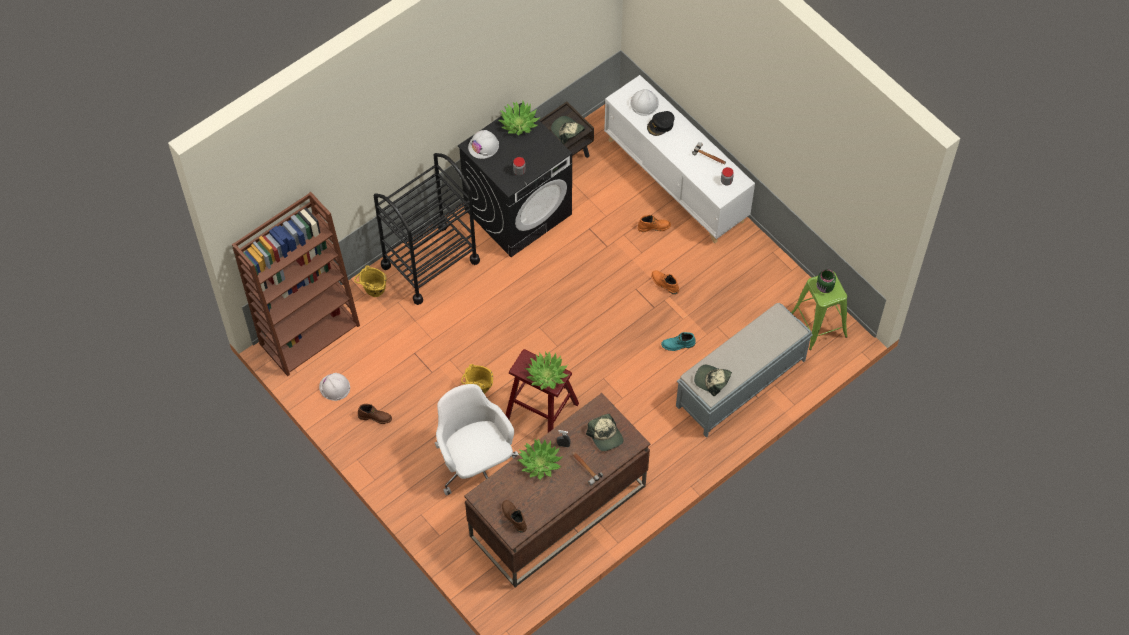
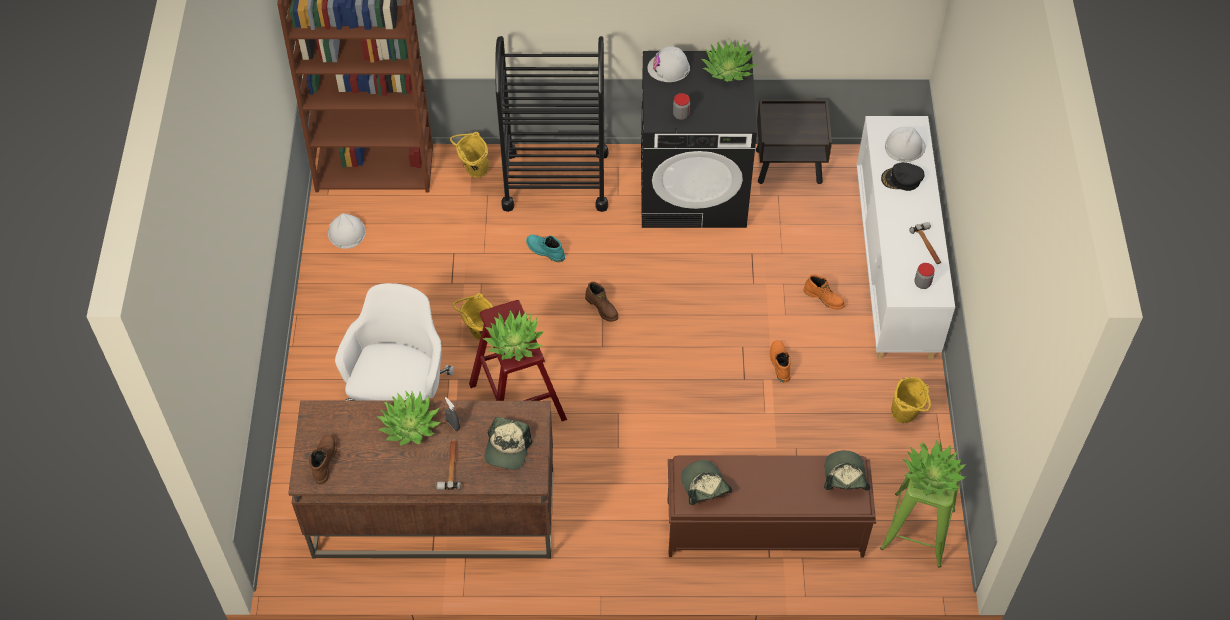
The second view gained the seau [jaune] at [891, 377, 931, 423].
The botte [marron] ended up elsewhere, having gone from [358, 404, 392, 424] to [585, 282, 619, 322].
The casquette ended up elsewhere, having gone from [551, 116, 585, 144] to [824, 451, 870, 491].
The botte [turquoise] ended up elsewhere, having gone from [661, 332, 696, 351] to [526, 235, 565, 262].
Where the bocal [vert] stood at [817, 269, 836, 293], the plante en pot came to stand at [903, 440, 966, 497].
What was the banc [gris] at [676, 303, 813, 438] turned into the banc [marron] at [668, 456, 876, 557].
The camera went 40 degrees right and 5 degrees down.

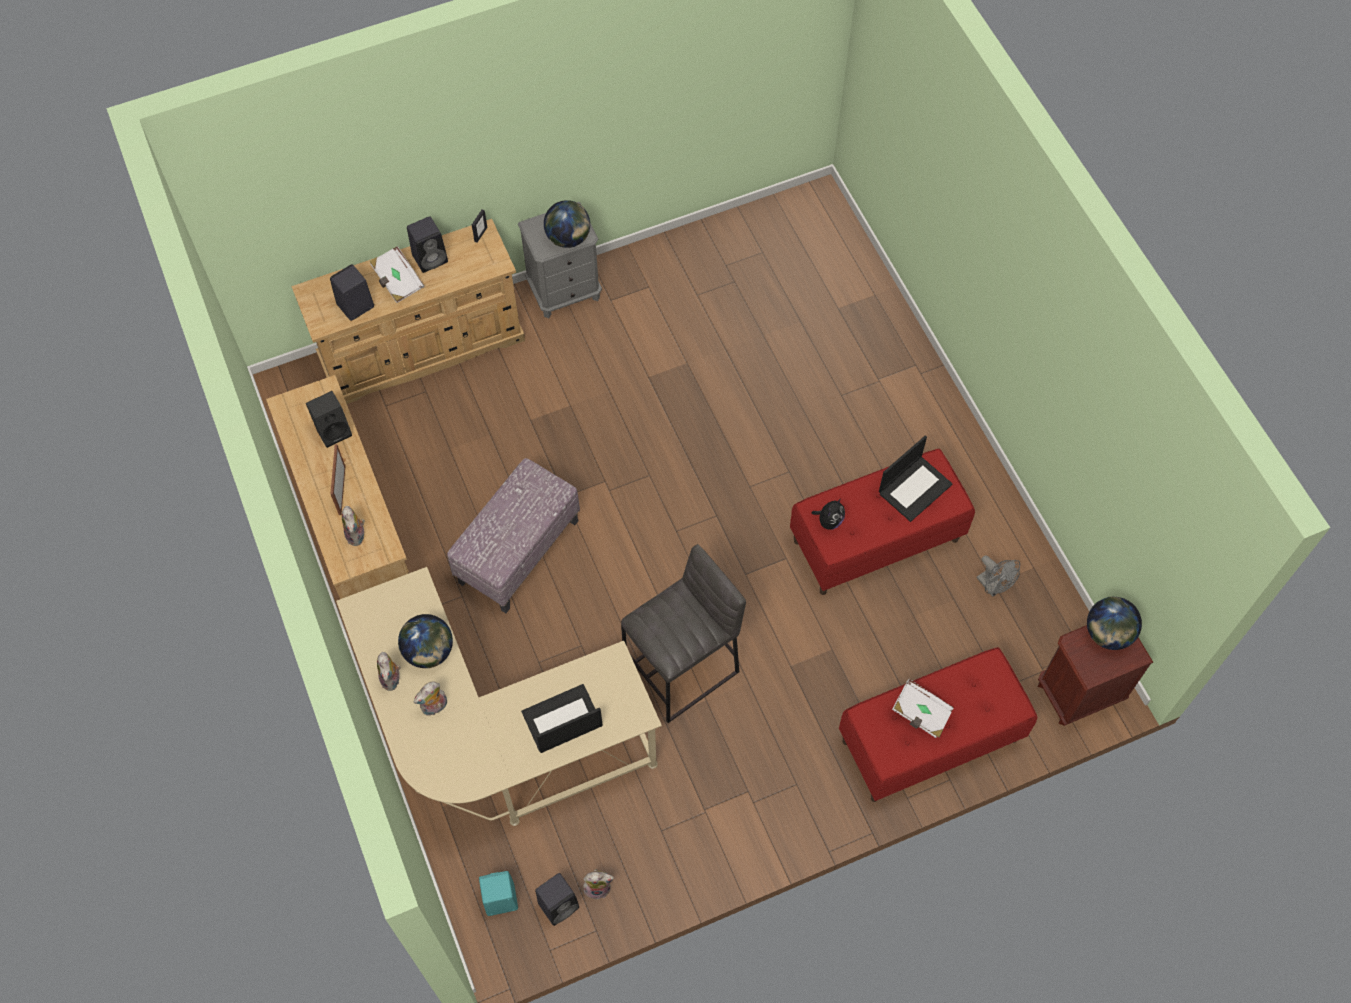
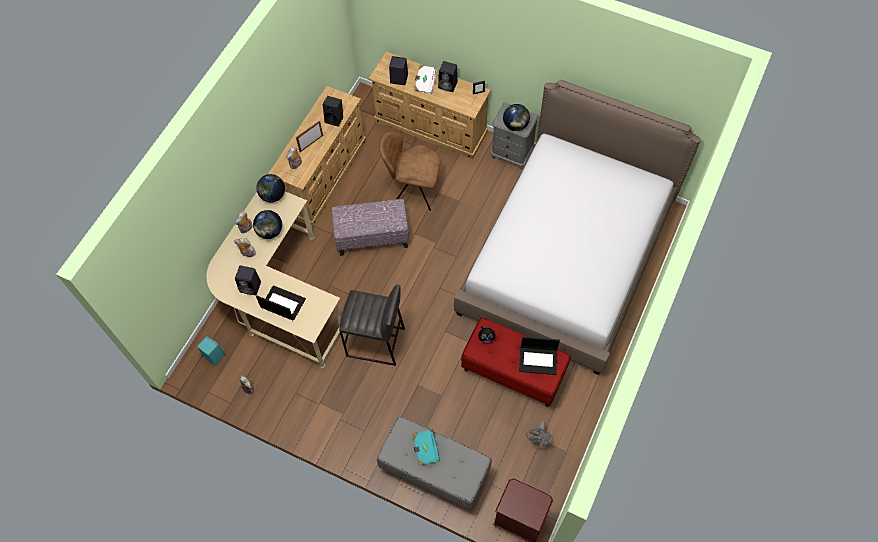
The second view gained the chaise [marron] at [379, 132, 440, 211].
The second view gained the lit at [454, 80, 701, 375].
The enceinte [noir] ended up elsewhere, having gone from [535, 873, 579, 926] to [235, 266, 261, 295].
The globe ended up elsewhere, having gone from [1087, 597, 1142, 650] to [256, 174, 285, 203].
What was the banc [rouge] at [839, 647, 1037, 802] turned into the banc [gris] at [377, 416, 492, 511].
What was the livre [blanc] at [892, 679, 954, 738] turned into the livre [turquoise] at [413, 429, 440, 466].
The camera went 50 degrees right and 0 degrees up.

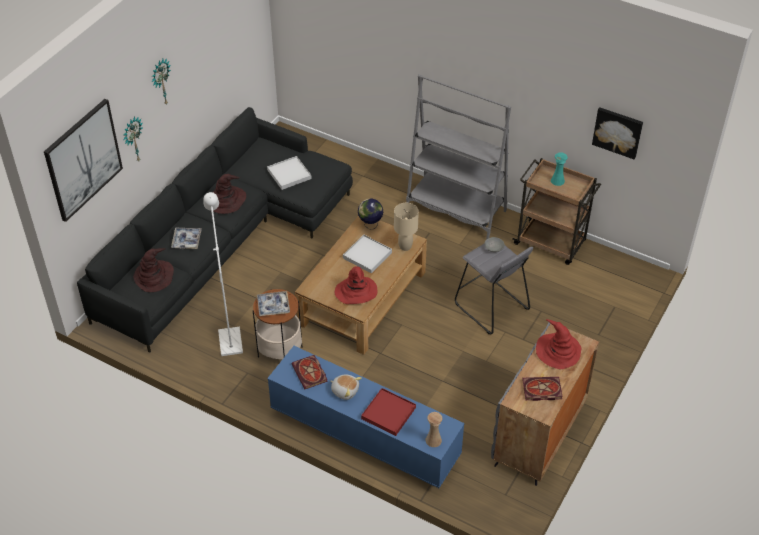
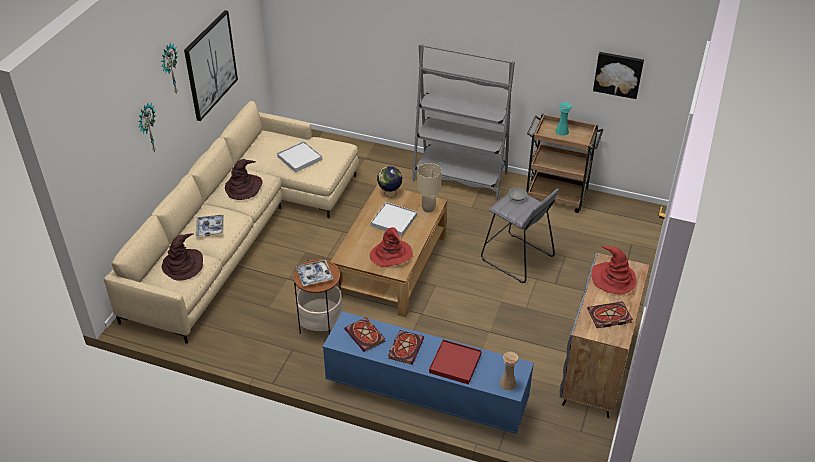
The second view lost the lampadaire [blanc] at [203, 192, 243, 356].
The tableau ended up elsewhere, having gone from [44, 99, 123, 222] to [184, 10, 238, 121].
Where the peluche stood at [330, 374, 362, 400], the livre came to stand at [388, 330, 424, 364].
What was the canapé [noir] at [77, 107, 353, 353] turned into the canapé [beige] at [104, 101, 359, 344].
The camera went 10 degrees left and 5 degrees down.

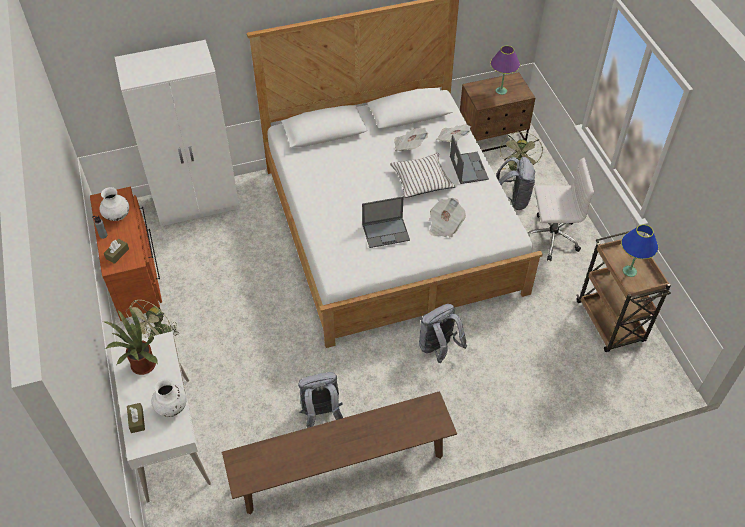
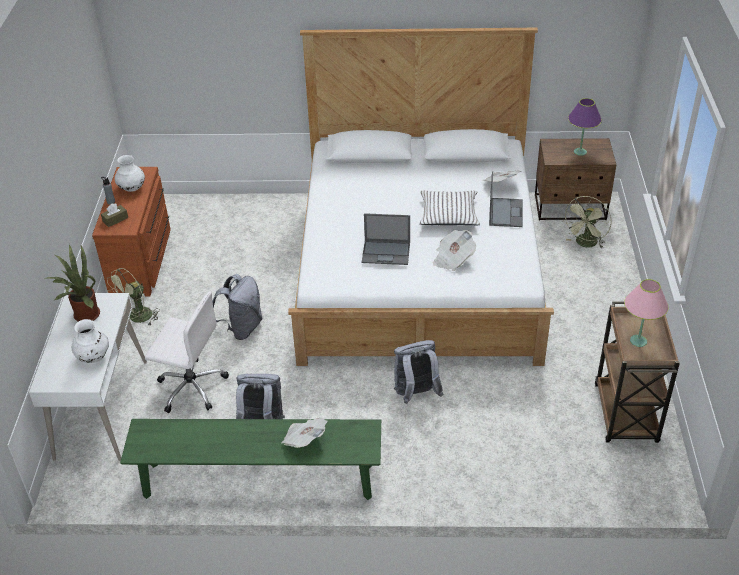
The second view lost the armoire [blanc] at [115, 40, 240, 227].
The second view lost the boîte à mouchoirs [marron] at [127, 403, 145, 433].
The journal ended up elsewhere, having gone from [394, 128, 428, 151] to [281, 418, 327, 448].
The sac à dos [gris] ended up elsewhere, having gone from [496, 157, 535, 210] to [212, 274, 263, 340].
The chaise de bureau [blanc] ended up elsewhere, having gone from [528, 157, 594, 261] to [145, 292, 229, 413].
What was the banc [marron] at [222, 391, 457, 514] turned into the banc [vert] at [120, 419, 381, 500].
What was the lampe de table [bleu] at [621, 224, 658, 277] turned into the lampe de table [rose] at [624, 279, 669, 347].
The camera went 20 degrees right and 10 degrees down.

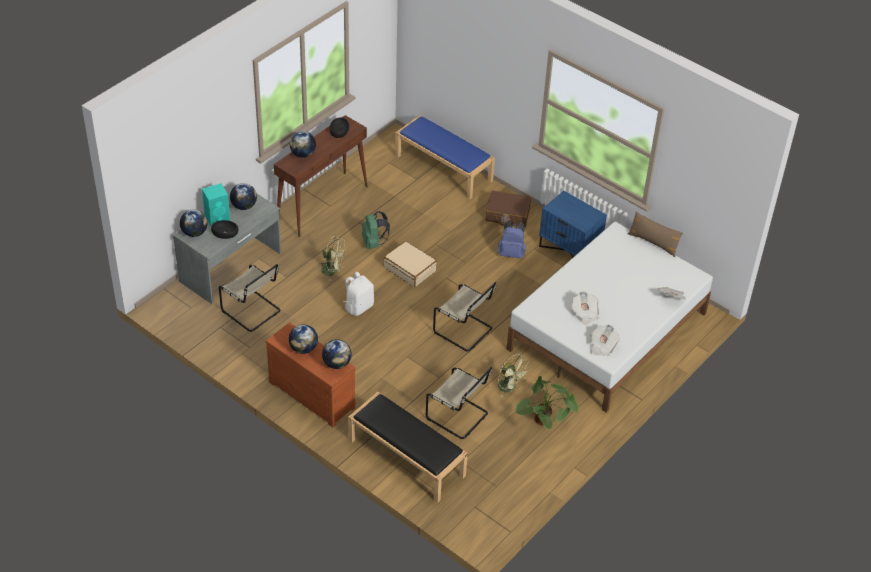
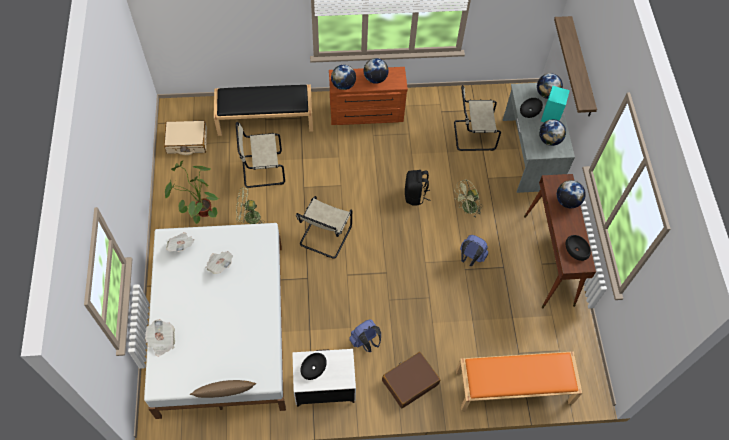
The second view gained the bol [noir] at [300, 353, 327, 380].
The second view gained the étagère at [554, 16, 597, 116].
The valise [beige] ended up elsewhere, having gone from [384, 241, 437, 287] to [164, 120, 207, 155].
What was the sac à dos [blanc] at [343, 272, 374, 316] turned into the sac à dos [noir] at [405, 170, 430, 206].
What was the sac à dos [vert] at [362, 211, 390, 249] turned into the sac à dos [bleu] at [460, 235, 488, 266].
What was the banc [bleu] at [395, 115, 495, 200] turned into the banc [orange] at [456, 351, 582, 411].
What was the table de chevet [bleu] at [539, 191, 607, 258] turned into the table de chevet [blanc] at [292, 349, 356, 407].
The chaise [beige] at [433, 282, 496, 351] ended up facing another way, 60 degrees counterclockwise from before.
The camera went 135 degrees right and 15 degrees up.

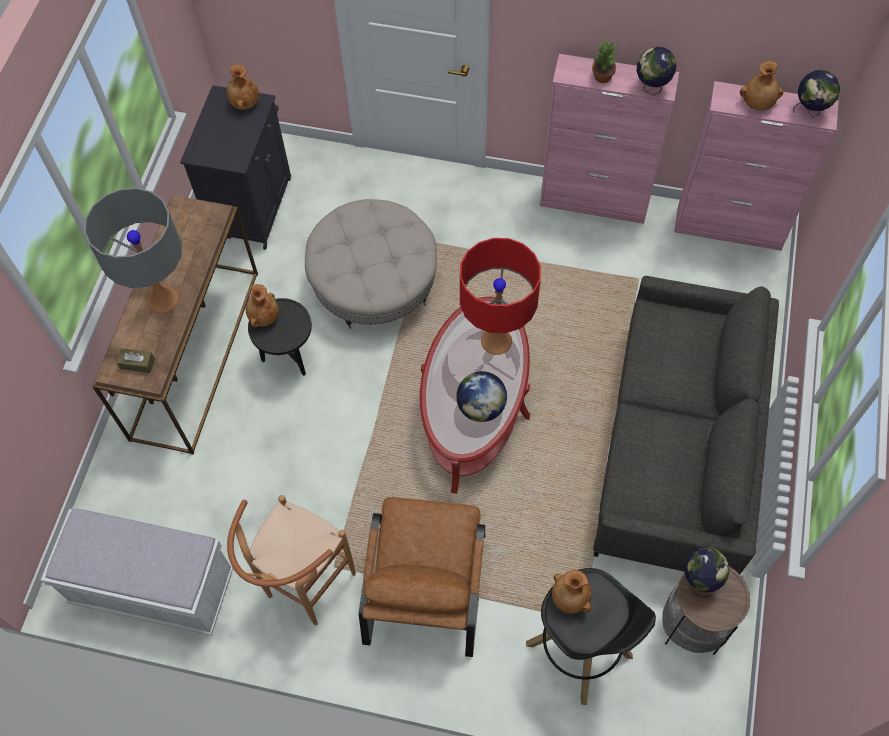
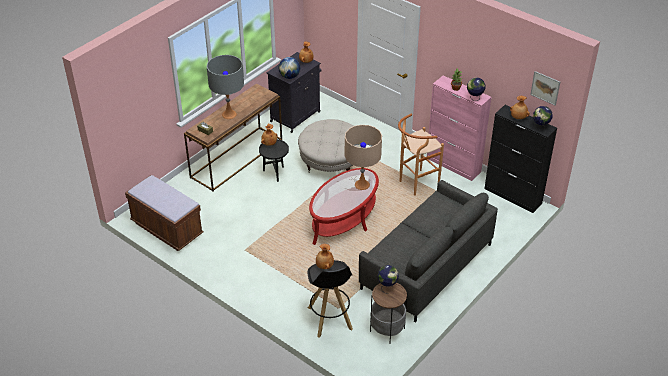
The second view lost the fauteuil [marron] at [359, 497, 485, 657].
The second view gained the tableau at [530, 71, 560, 106].
The tabouret [marron] ended up elsewhere, having gone from [227, 495, 356, 625] to [398, 114, 444, 196].
The globe ended up elsewhere, having gone from [456, 371, 507, 422] to [279, 57, 300, 79].
What was the banc [blanc] at [41, 508, 233, 636] turned into the banc [marron] at [125, 175, 204, 251].
What was the lampe de table [rouge] at [460, 238, 541, 355] turned into the lampe de table [beige] at [345, 125, 382, 190].
What was the meuble de rangement [rose] at [674, 81, 839, 251] turned into the meuble de rangement [noir] at [484, 105, 557, 213].
The camera went 25 degrees right and 20 degrees down.

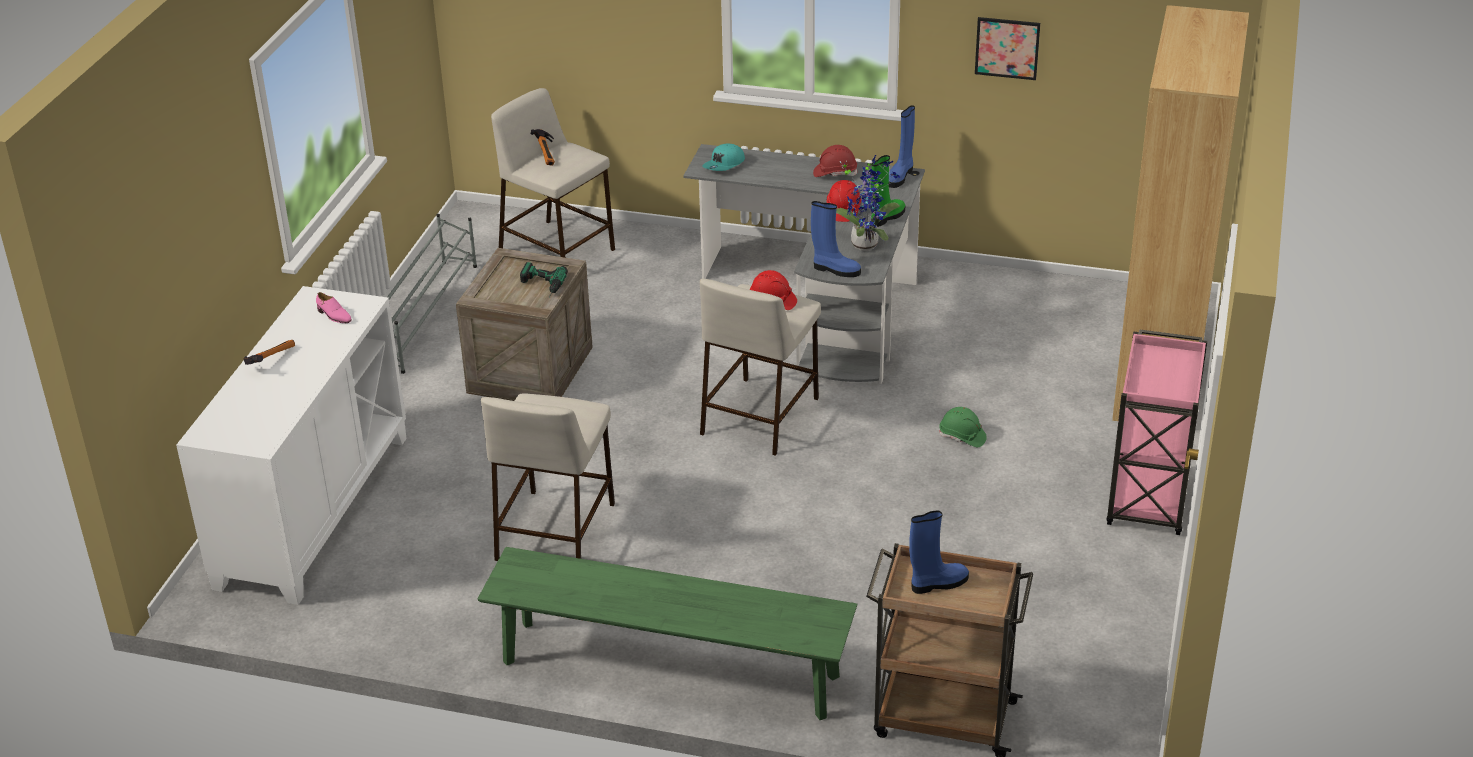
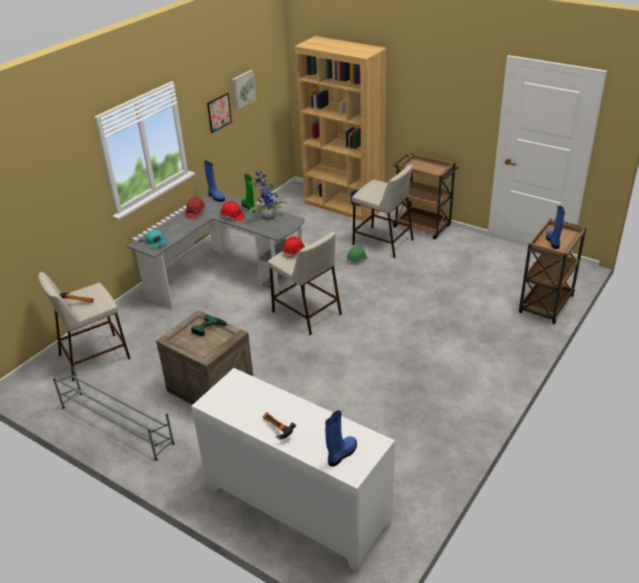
The second view lost the chaussure [rose] at [316, 292, 351, 323].
The second view lost the banc [vert] at [477, 547, 857, 720].
The second view gained the tableau at [231, 70, 256, 110].
The tabouret [beige] ended up elsewhere, having gone from [481, 393, 615, 561] to [352, 164, 414, 258].
The botte [bleu] ended up elsewhere, having gone from [811, 201, 861, 277] to [325, 410, 357, 467].
What was the chariot [rose] at [1106, 329, 1207, 535] turned into the chariot [marron] at [392, 153, 459, 240].
The camera went 70 degrees left and 0 degrees up.

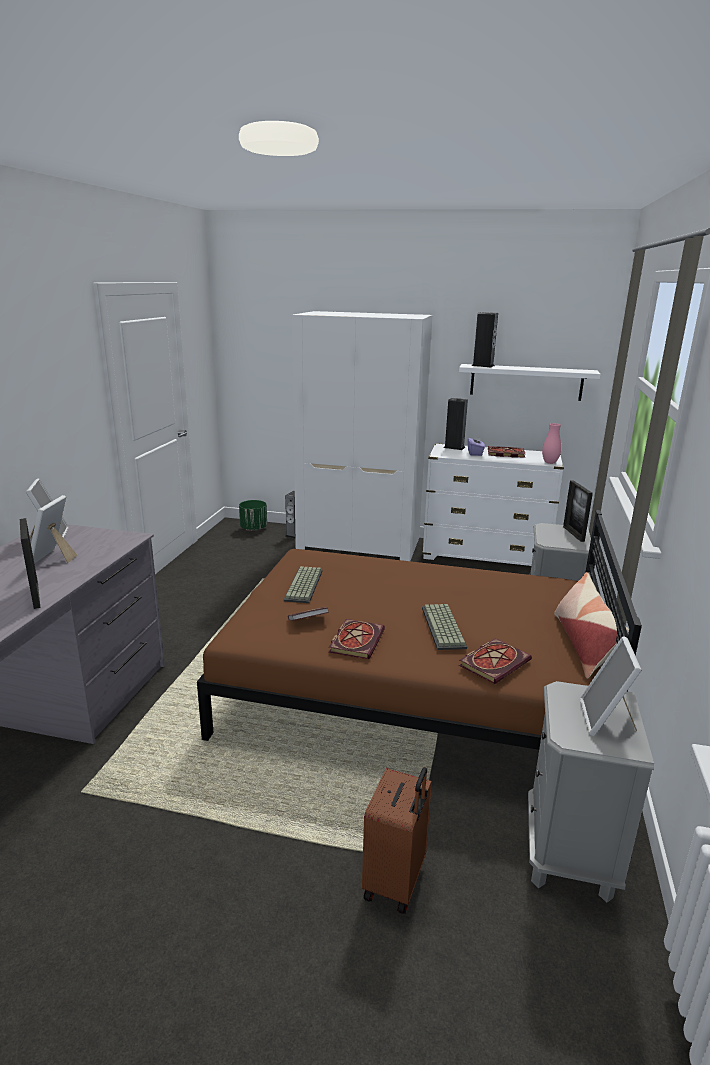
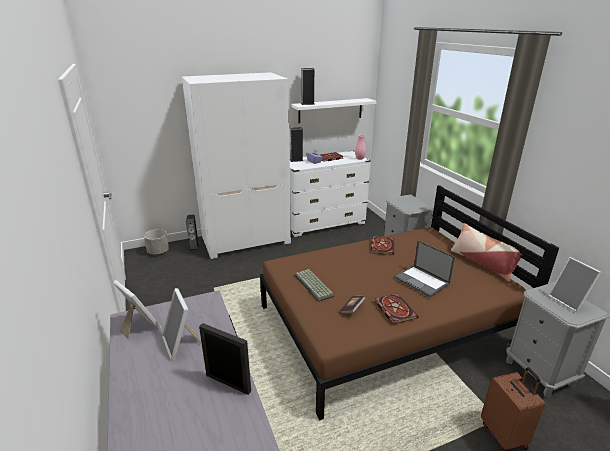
The second view lost the cadre photo at [563, 480, 593, 542].
The livre ended up elsewhere, having gone from [459, 638, 532, 684] to [371, 236, 394, 255].
Where the clavier stood at [422, 604, 467, 650], the ordinateur portable came to stand at [394, 241, 455, 297].
What was the cache-pot [vert] at [239, 500, 267, 531] turned into the cache-pot [gris] at [144, 229, 169, 254].
The camera went 35 degrees left and 5 degrees up.

